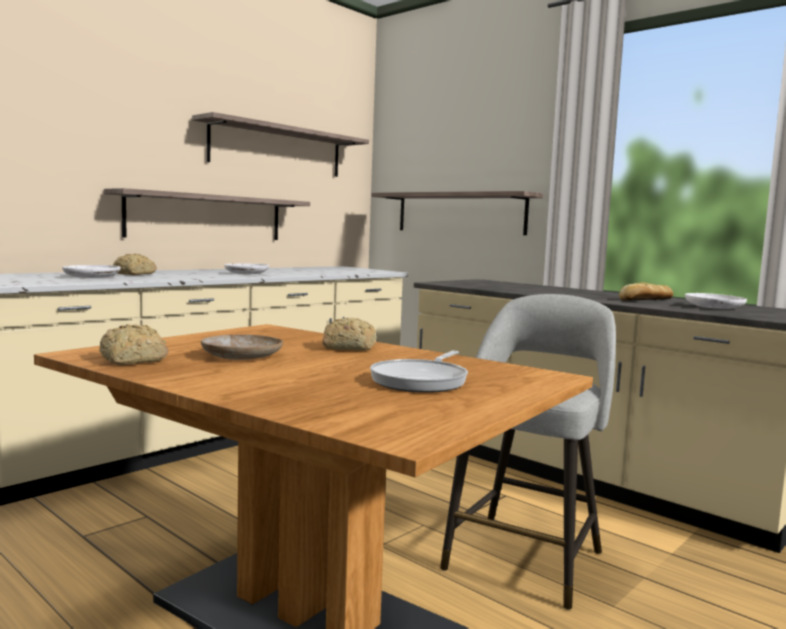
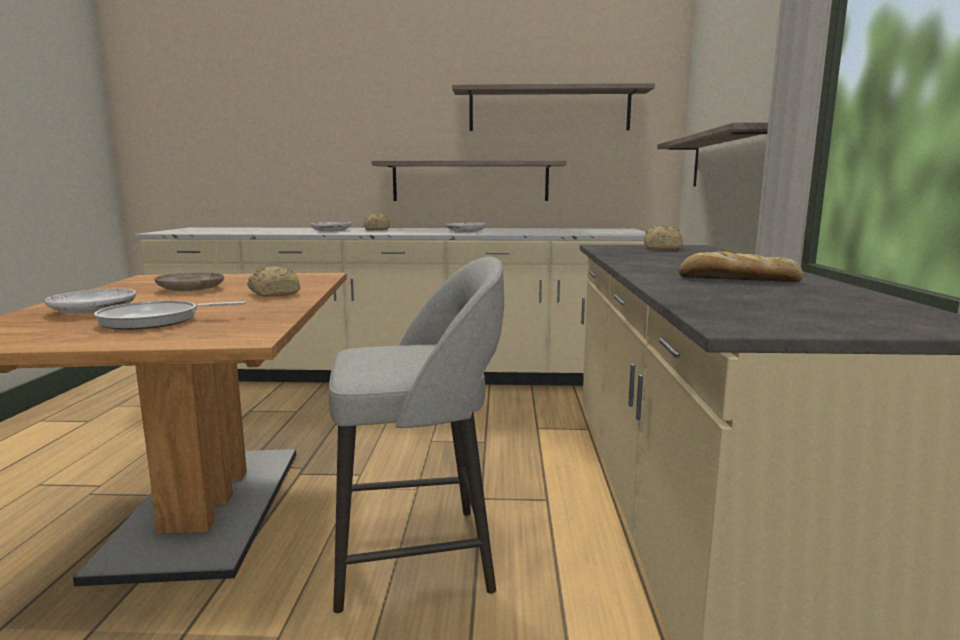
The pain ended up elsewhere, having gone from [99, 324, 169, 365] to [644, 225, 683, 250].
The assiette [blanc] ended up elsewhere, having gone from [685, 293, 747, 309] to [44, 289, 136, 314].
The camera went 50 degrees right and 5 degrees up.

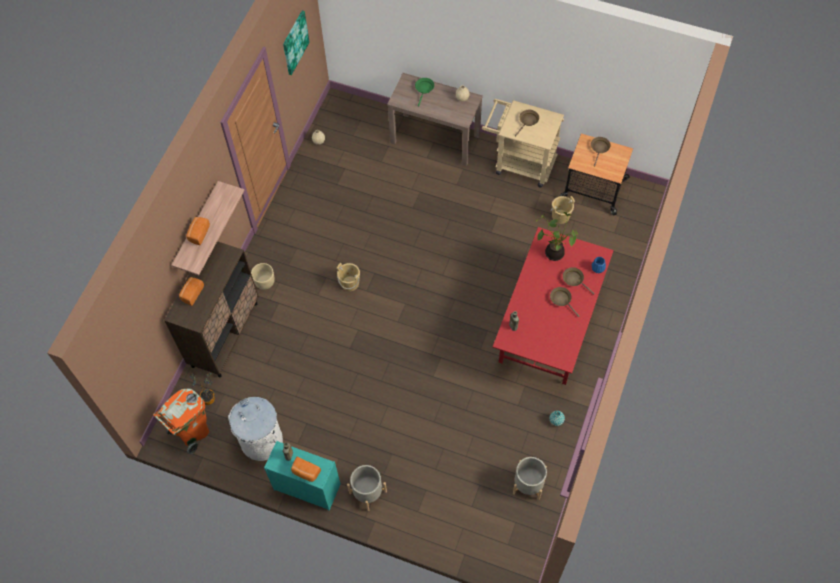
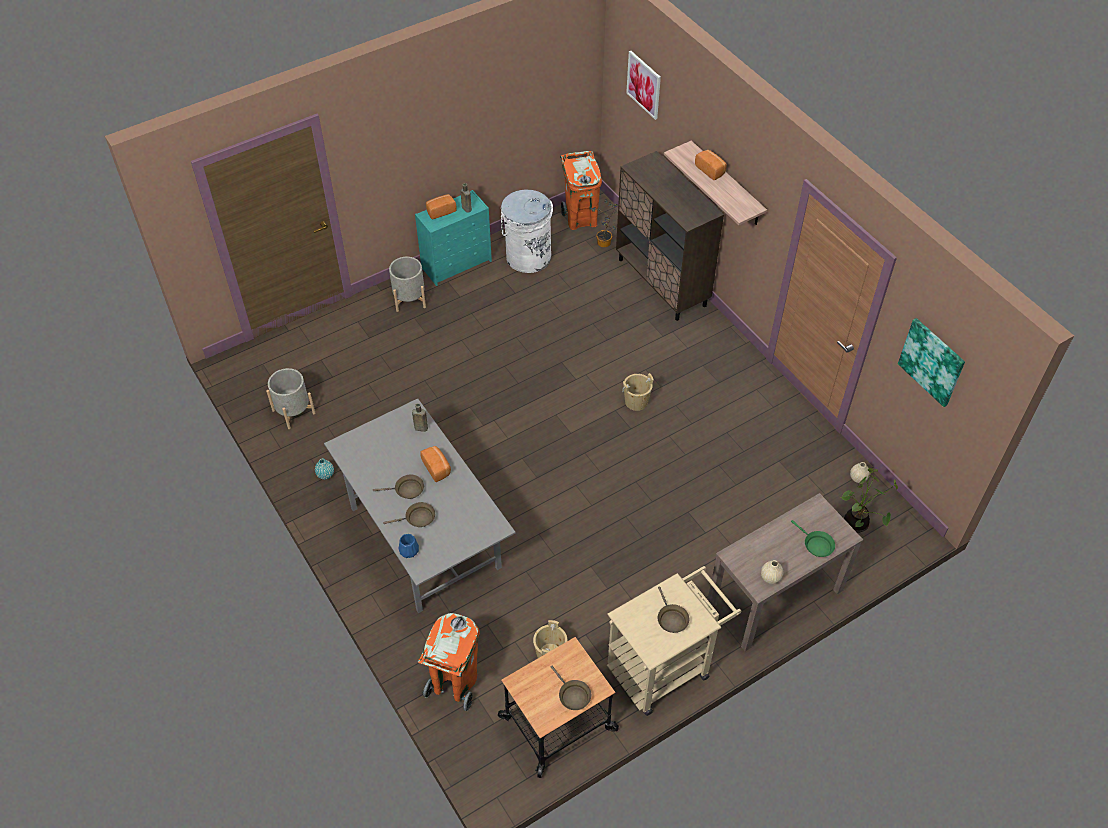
The second view lost the cache-pot [beige] at [251, 263, 275, 290].
The second view gained the poubelle [orange] at [418, 613, 480, 711].
The second view gained the tableau at [626, 51, 661, 120].
The pain ended up elsewhere, having gone from [179, 277, 204, 306] to [420, 446, 451, 482].
The plante en pot ended up elsewhere, having gone from [536, 212, 578, 261] to [841, 468, 898, 532].
What was the table à manger [rouge] at [493, 227, 614, 385] turned into the table à manger [gris] at [324, 399, 516, 613].
The camera went 125 degrees right and 10 degrees down.

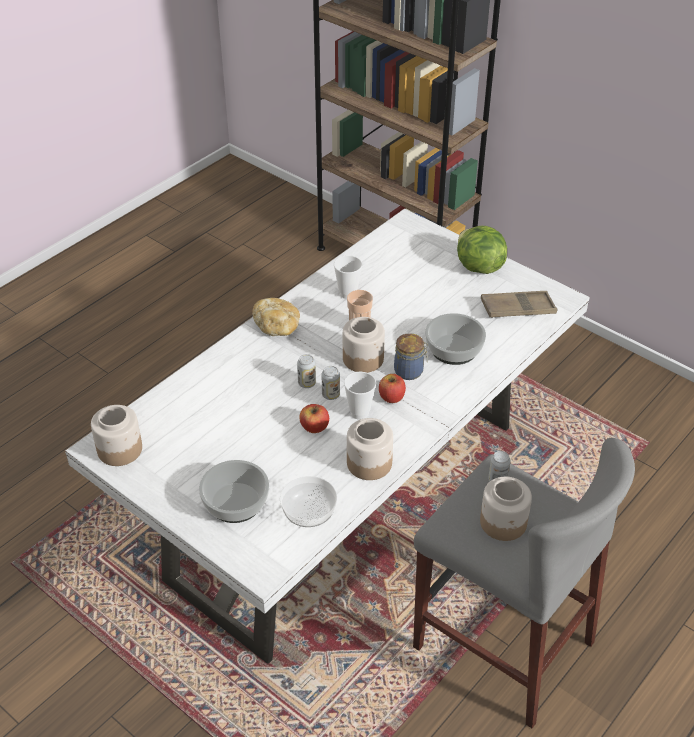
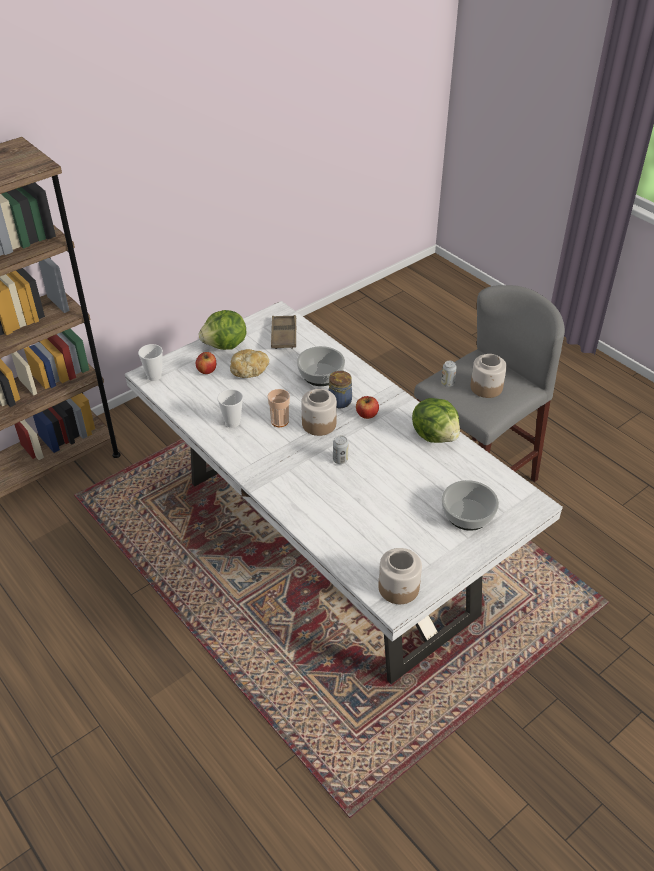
The second view lost the bol at [280, 476, 337, 527].
The second view lost the boîte métallique at [322, 366, 340, 400].
The pain ended up elsewhere, having gone from [252, 298, 300, 336] to [230, 349, 269, 378].
The pomme ended up elsewhere, having gone from [299, 404, 329, 433] to [196, 352, 216, 374].
The tasse ended up elsewhere, having gone from [344, 372, 376, 420] to [138, 344, 163, 381].
Where the bocal stood at [347, 418, 393, 480], the laitue came to stand at [412, 398, 460, 443].
The camera went 80 degrees left and 0 degrees up.

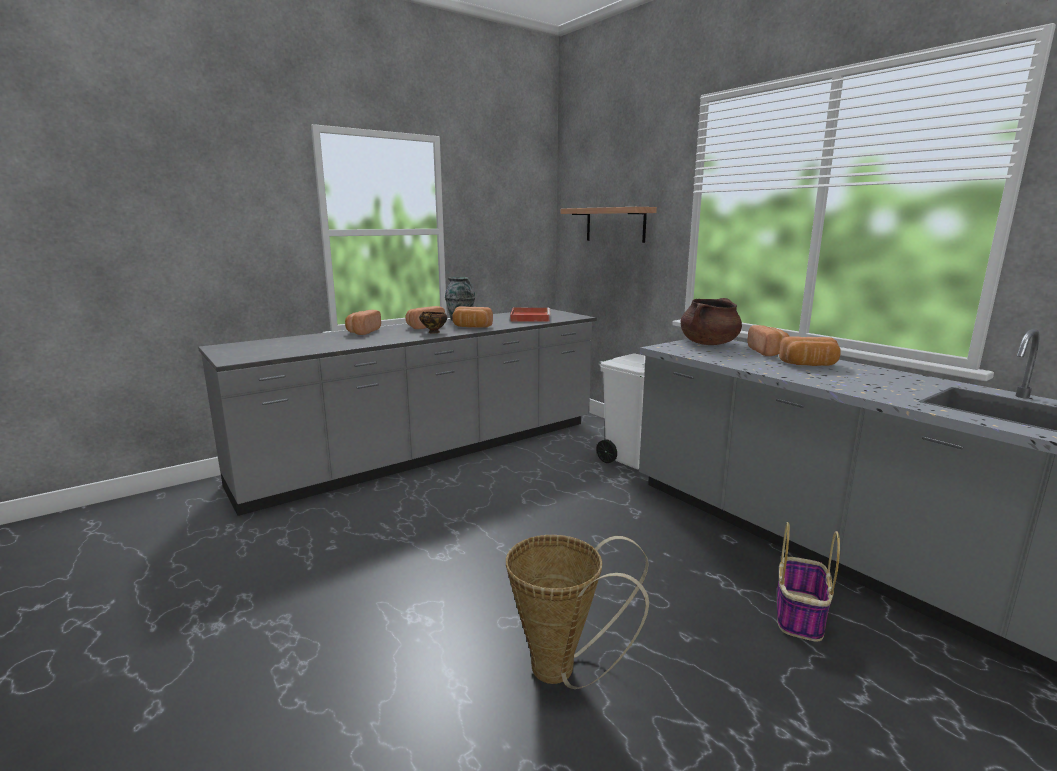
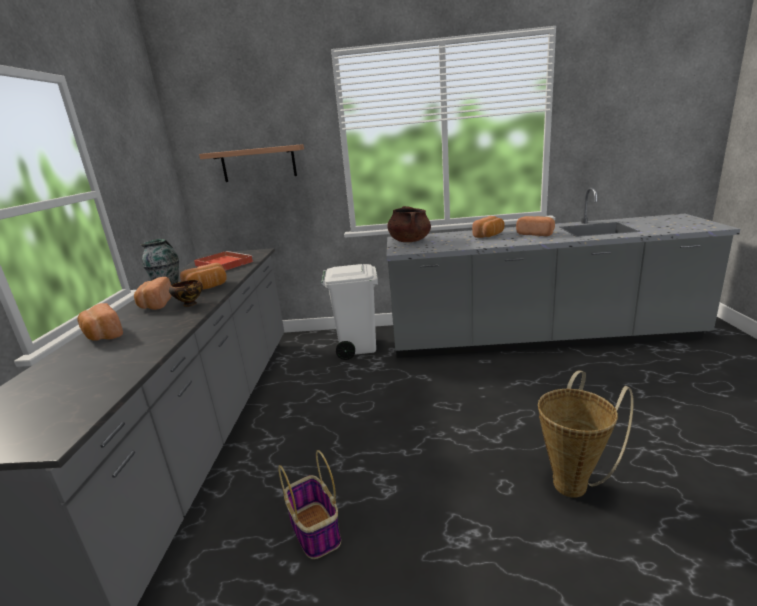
The pain ended up elsewhere, having gone from [748, 325, 790, 356] to [516, 216, 555, 236].
The panier ended up elsewhere, having gone from [777, 522, 840, 642] to [278, 450, 341, 559].
The camera went 50 degrees left and 5 degrees up.

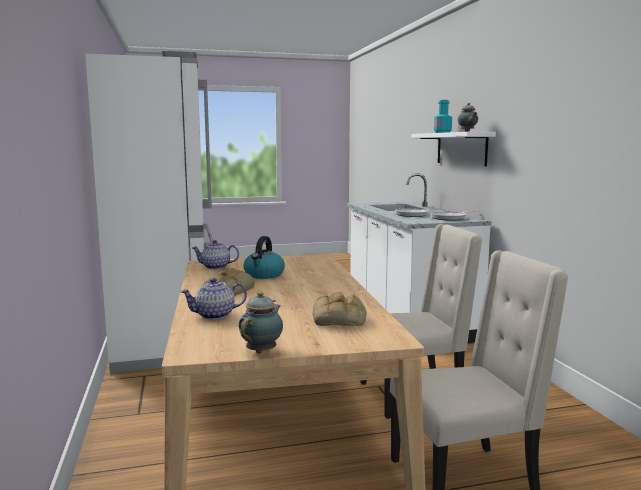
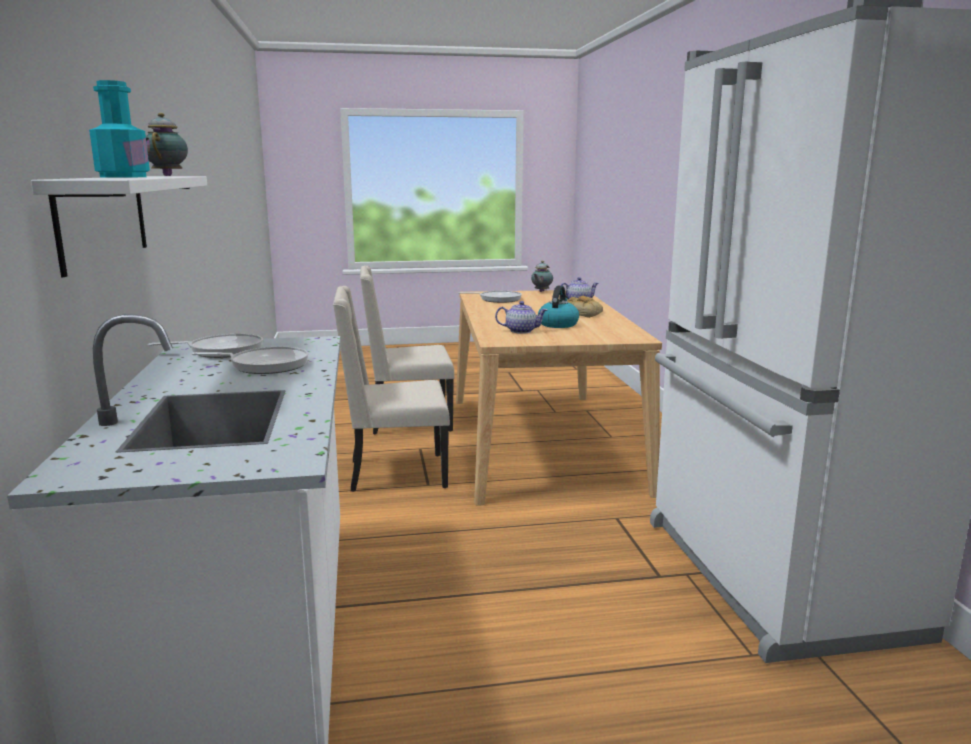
The théière ended up elsewhere, having gone from [192, 240, 239, 269] to [495, 301, 547, 334].
Where the pain stood at [312, 292, 367, 326], the poêle came to stand at [458, 291, 522, 303].
The camera went 175 degrees left and 5 degrees up.

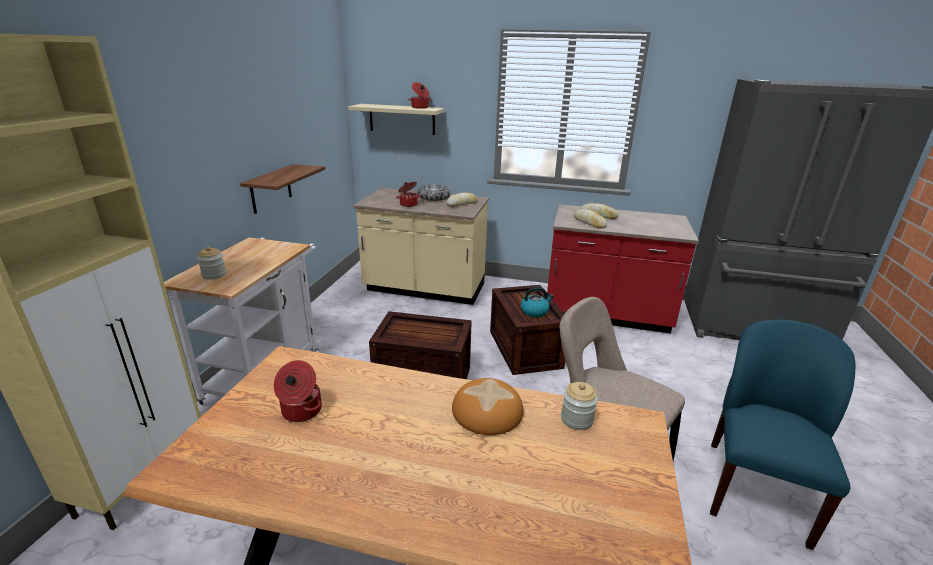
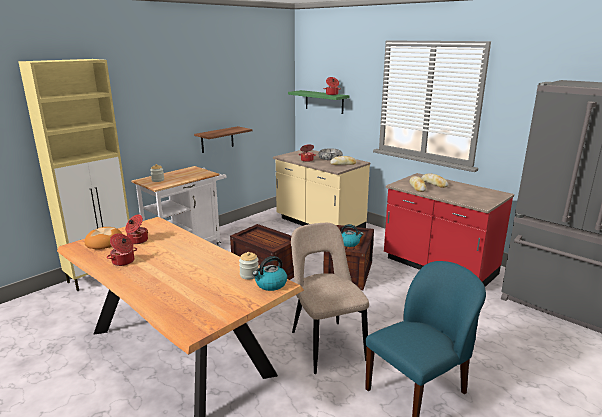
The second view gained the marmite at [107, 233, 137, 266].
The second view gained the bouilloire at [252, 256, 287, 291].
The pain ended up elsewhere, having gone from [452, 378, 523, 435] to [85, 227, 122, 249].
What was the étagère [beige] at [348, 104, 444, 135] turned into the étagère [vert] at [288, 90, 349, 114].
The camera went 30 degrees right and 5 degrees down.

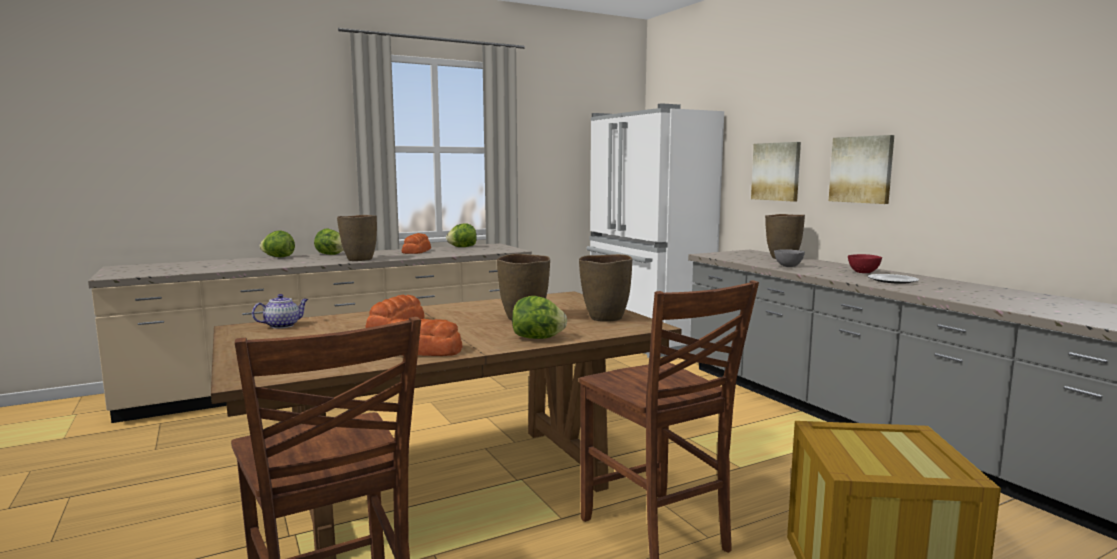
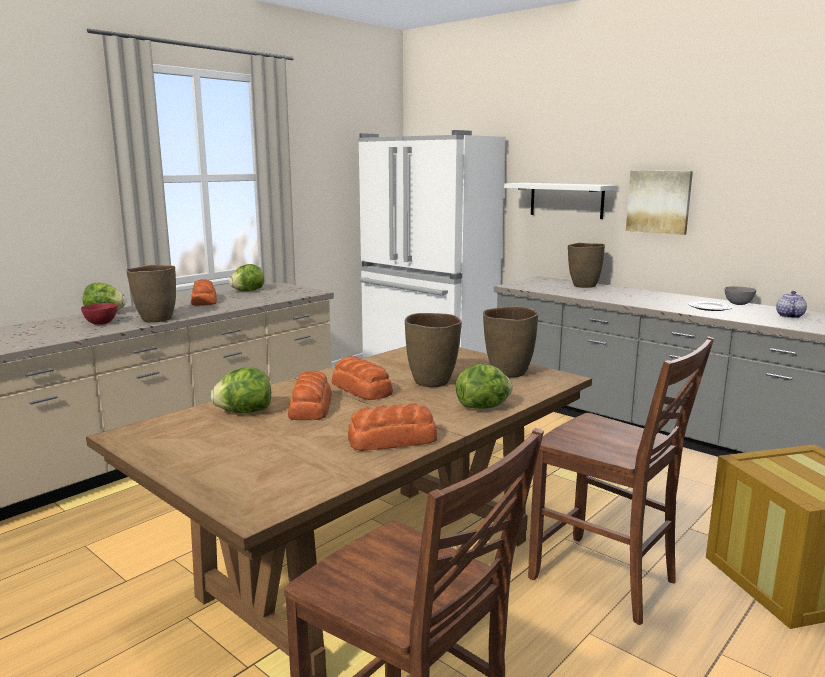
The second view gained the pain at [332, 356, 393, 400].
The théière ended up elsewhere, having gone from [252, 294, 308, 329] to [776, 291, 807, 318].
The laitue ended up elsewhere, having gone from [260, 230, 295, 257] to [211, 367, 271, 413].
The bol [gris] ended up elsewhere, having gone from [774, 249, 805, 267] to [725, 286, 756, 305].
The bol [rouge] ended up elsewhere, having gone from [848, 254, 882, 273] to [81, 303, 117, 325].
Where the tableau hung at [751, 142, 801, 202], the étagère [blanc] came to hang at [504, 183, 617, 219].
The camera went 20 degrees left and 5 degrees up.

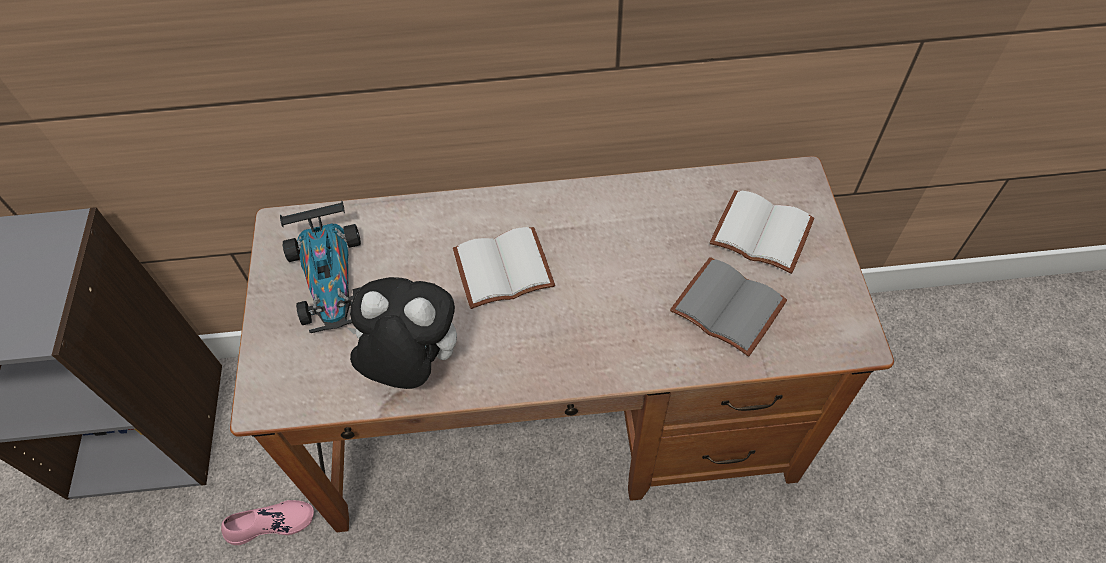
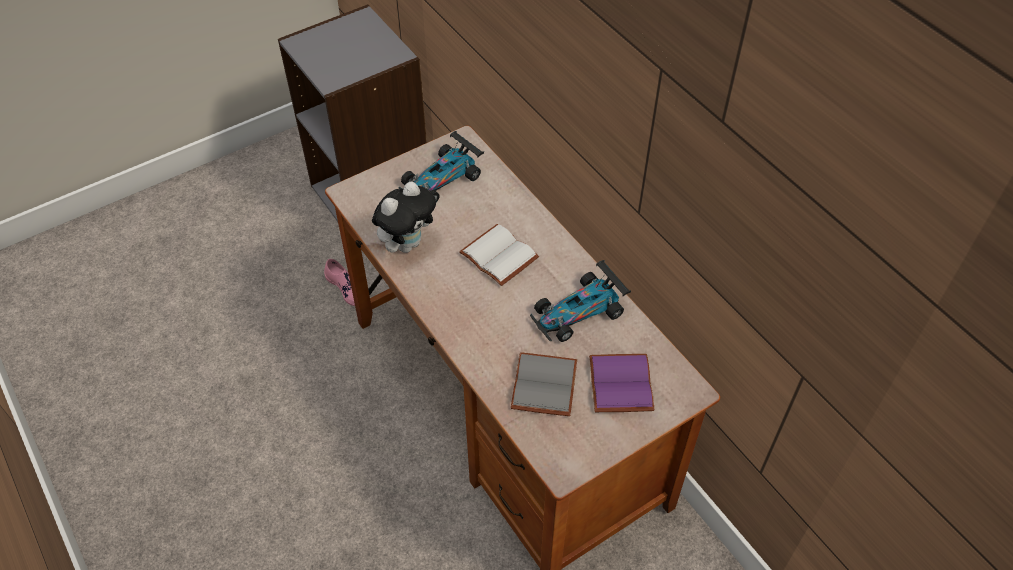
The second view gained the petite voiture at [530, 260, 631, 342].
What was the livre [blanc] at [710, 190, 814, 274] turned into the livre [violet] at [589, 354, 655, 412].
The peluche at [348, 277, 457, 389] ended up facing another way, 60 degrees clockwise from before.
The camera went 60 degrees right and 5 degrees down.

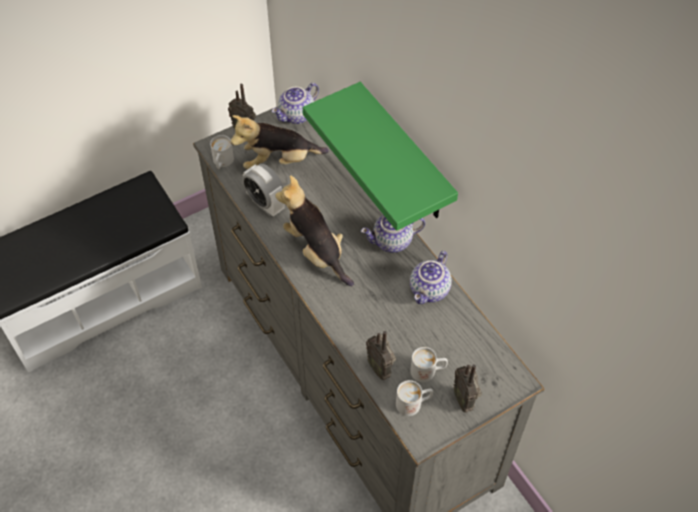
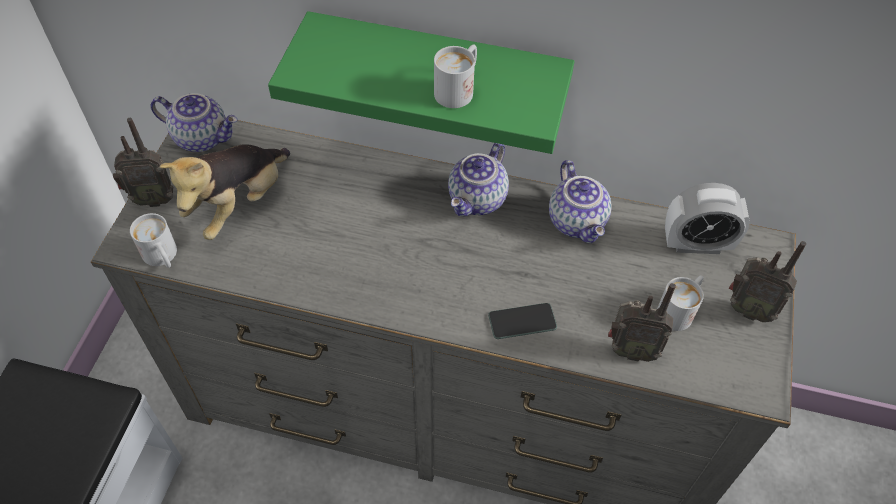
The second view lost the peluche at [275, 175, 354, 286].
The second view gained the téléphone at [488, 303, 557, 339].
The réveil ended up elsewhere, having gone from [242, 164, 285, 216] to [665, 183, 750, 254].
The mug [blanc] ended up elsewhere, having gone from [396, 380, 433, 416] to [434, 44, 477, 108].
The théière at [272, 83, 319, 124] ended up facing another way, 75 degrees counterclockwise from before.
The camera went 45 degrees left and 0 degrees up.

